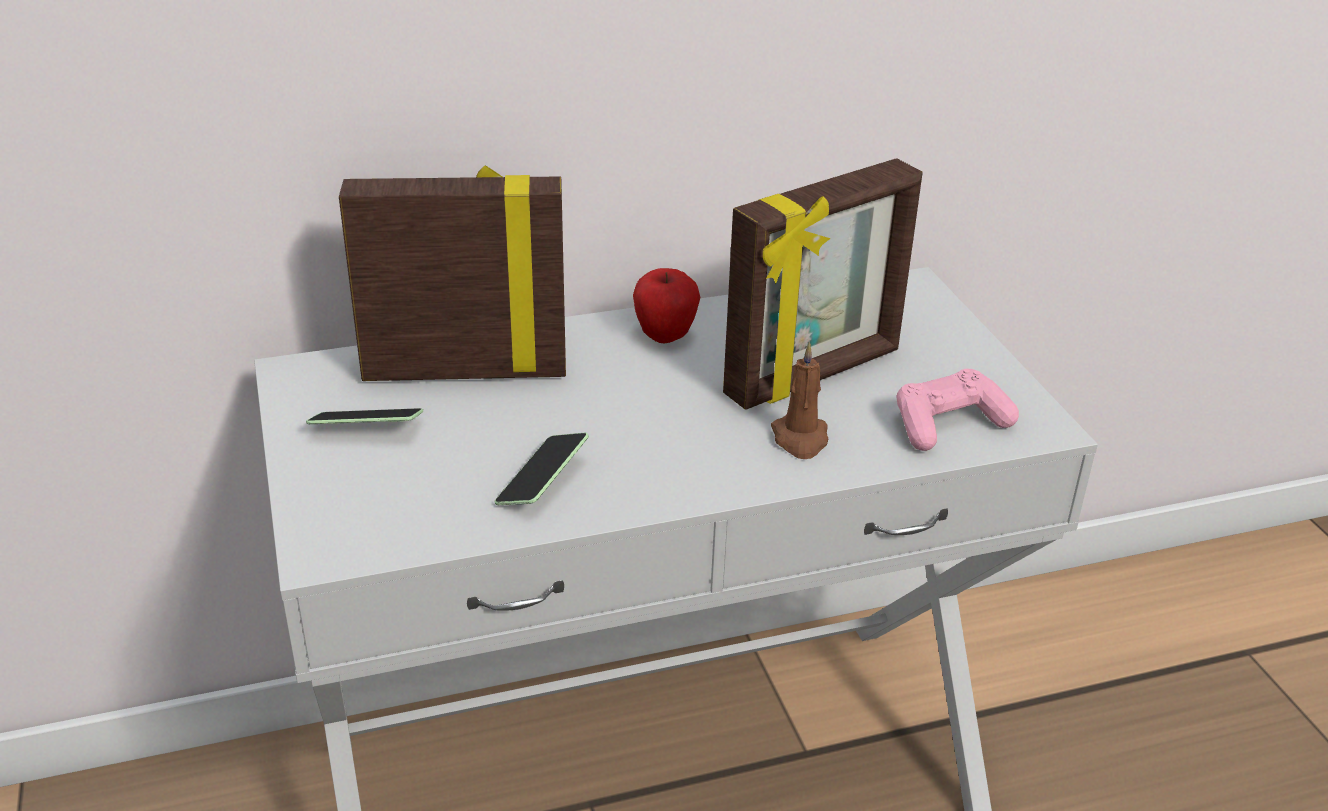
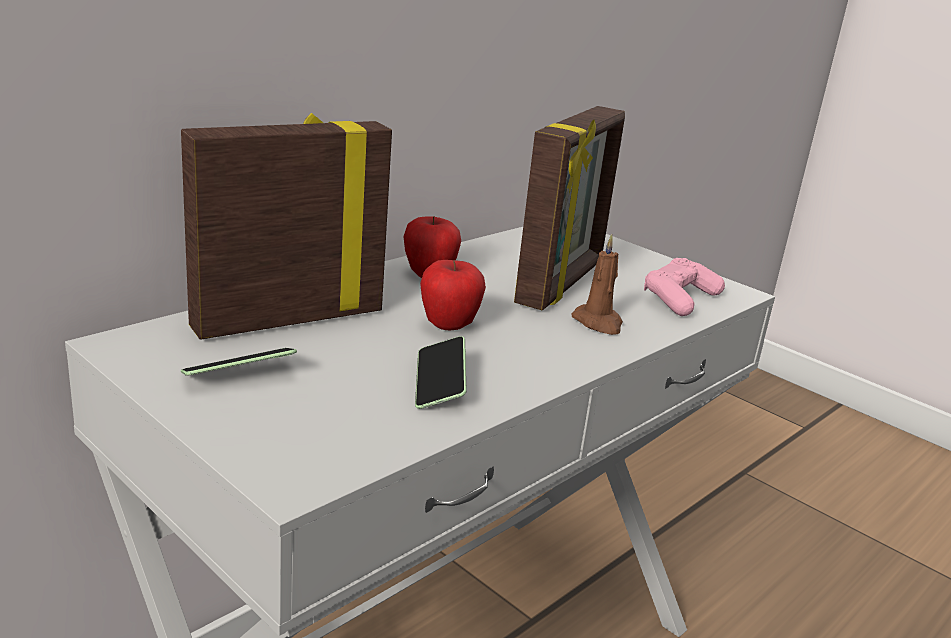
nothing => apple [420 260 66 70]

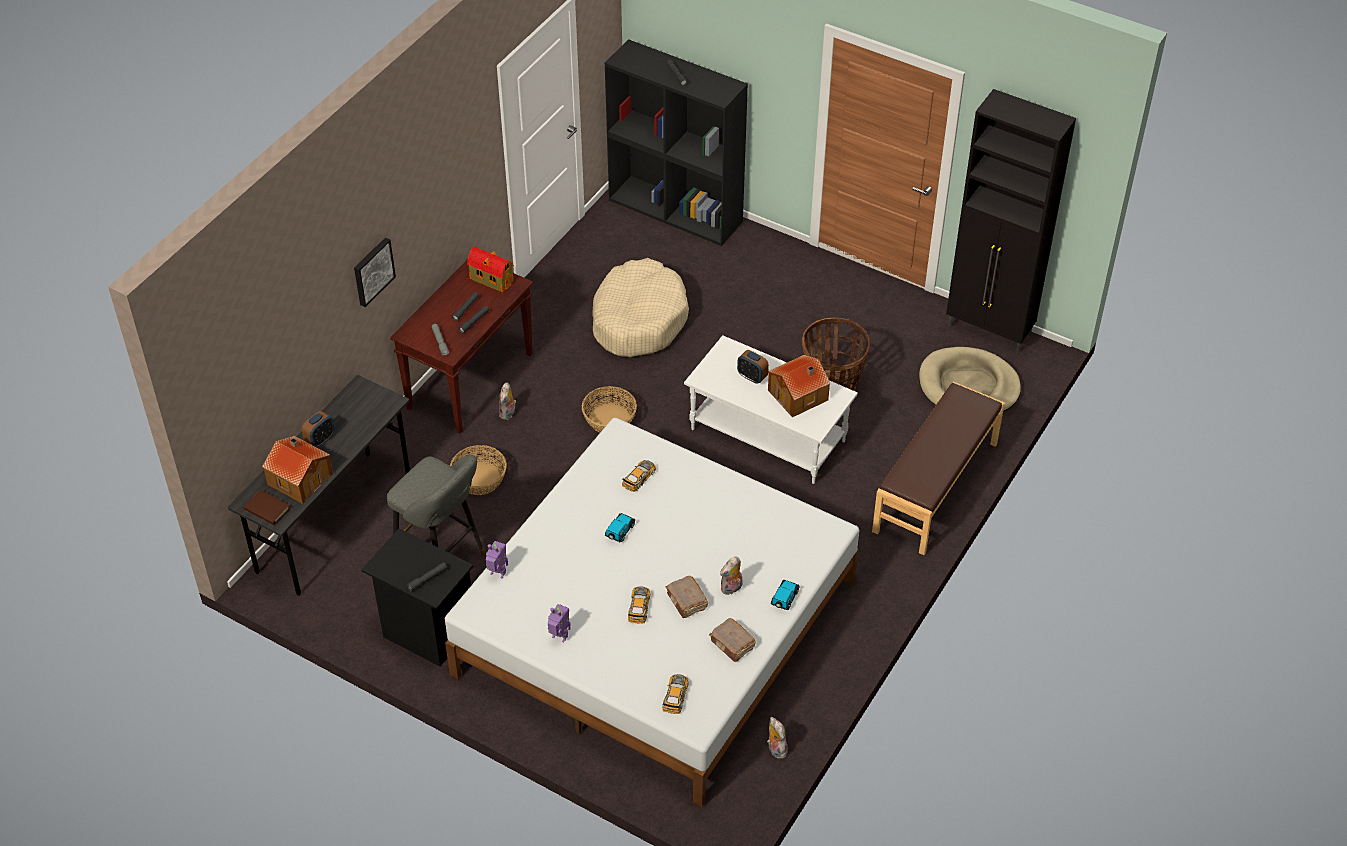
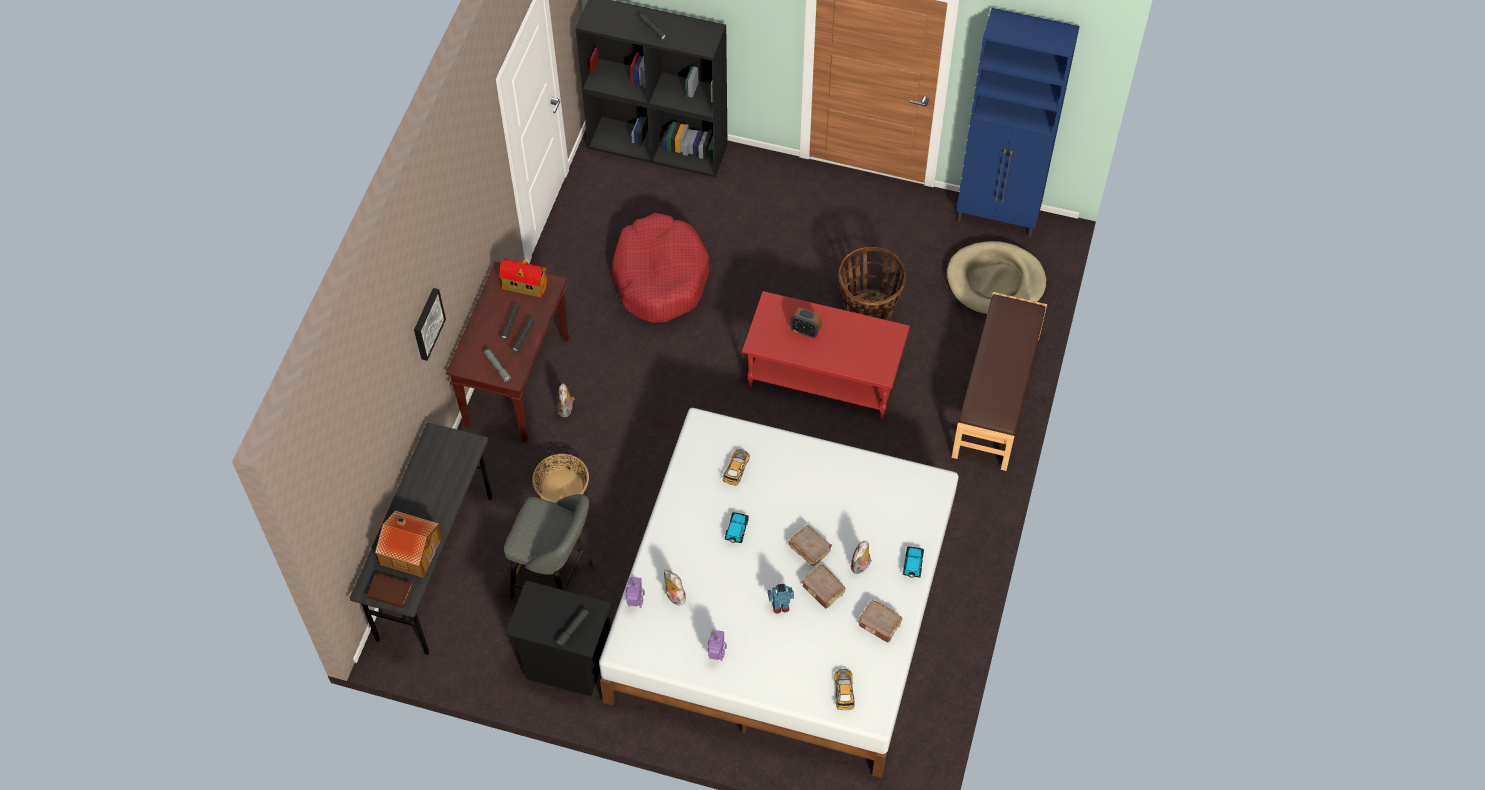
bedside clock [302 411 33 37] => nothing
household basket [582 386 55 46] => nothing
beige-coloured dog cushion [592 258 97 99] => red-coloured dog cushion [611 213 99 110]
model car [628 586 22 38] => toy robot [767 584 27 30]
white low table [684 335 174 149] => red-coloured low table [742 291 168 128]
plush toy [767 717 21 42] => plush toy [664 570 22 36], shifted
toy house [768 355 62 62] => nothing
blackish storage cabinet [946 89 130 266] => blue-coloured storage cabinet [956 8 124 229]
nothing => brown-coloured book [788 525 44 41]

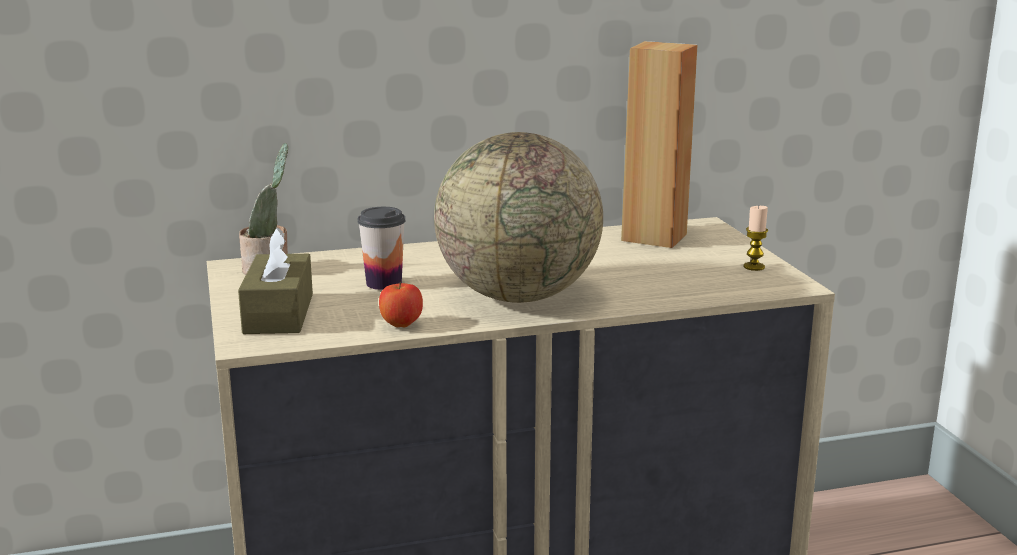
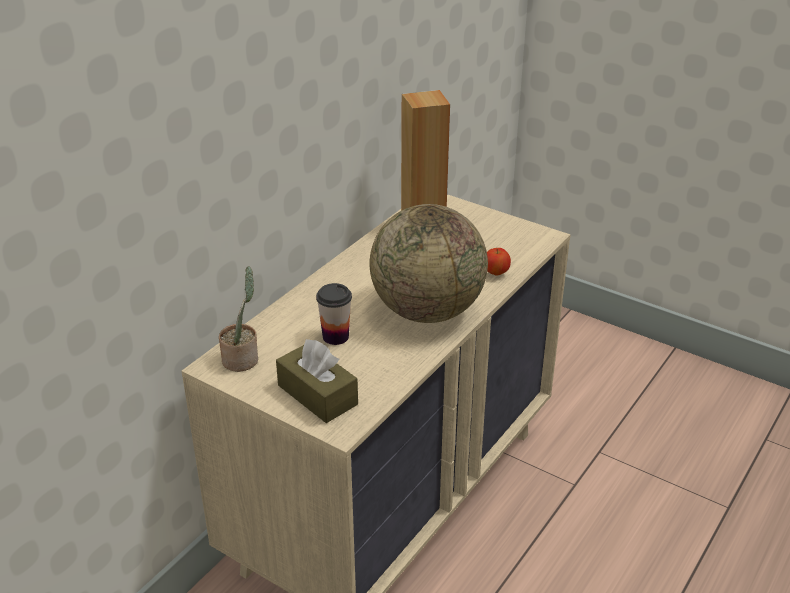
apple [379 281 44 46] => apple [487 248 24 28], shifted
wax light [744 206 24 65] => nothing

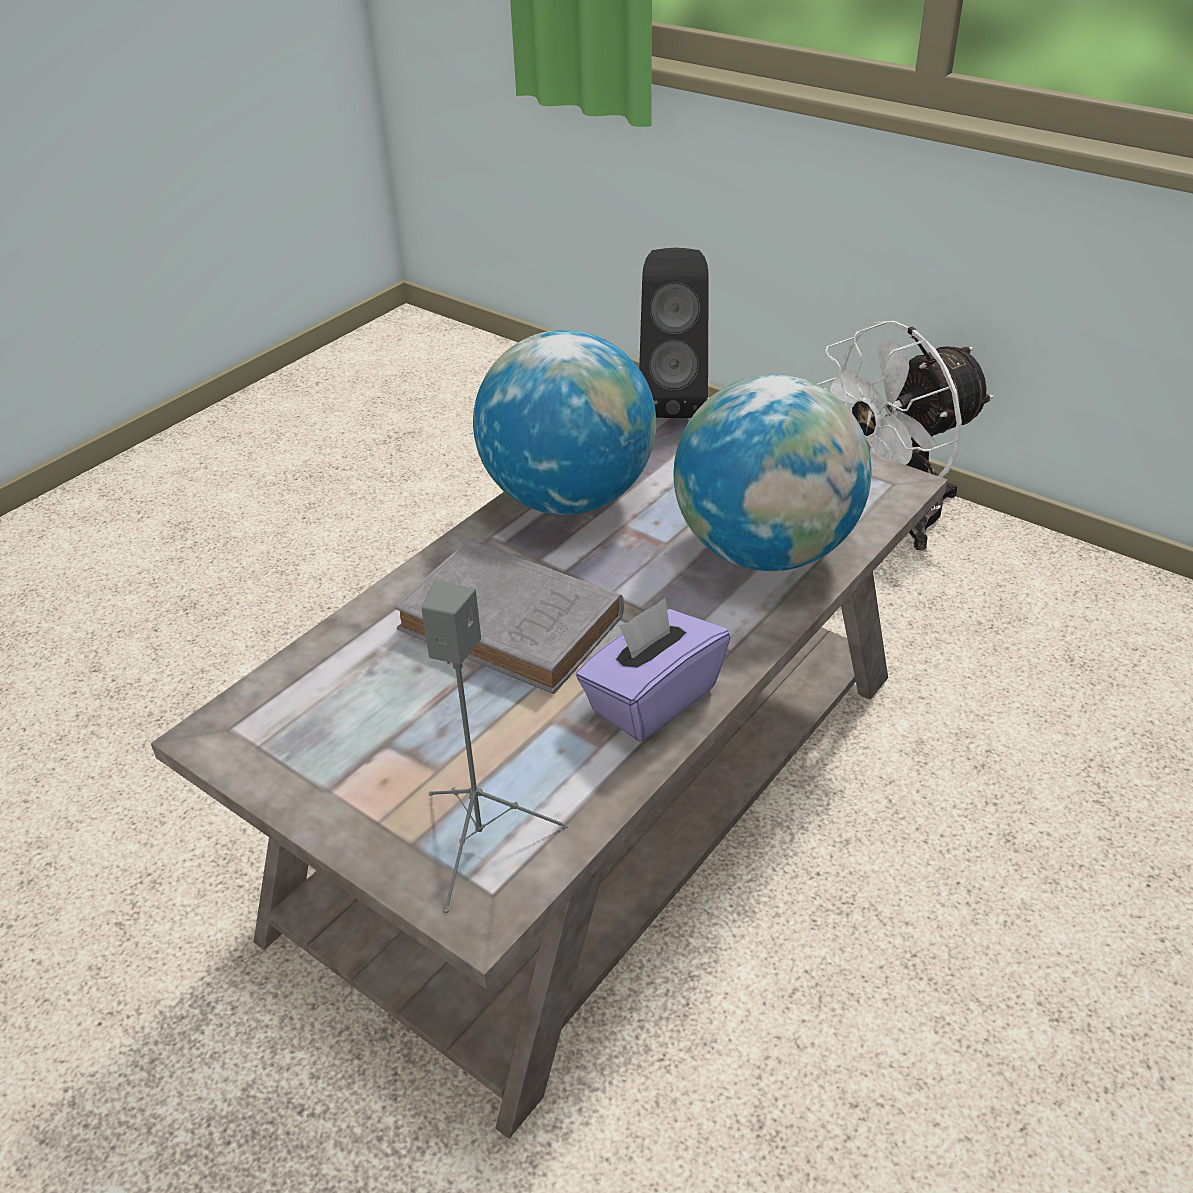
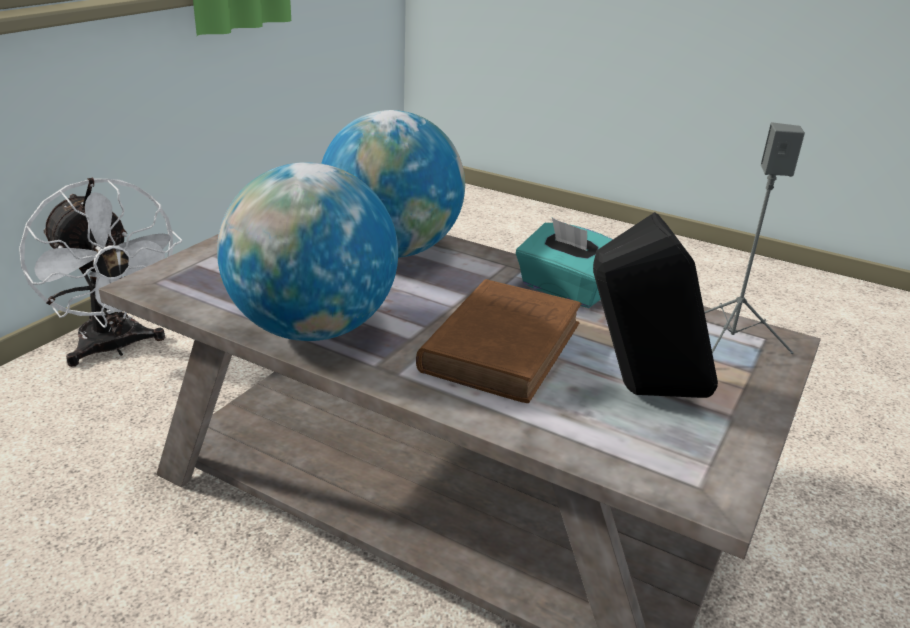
grey book [394 540 230 154] => brown-coloured book [416 279 166 124]
purple box of tissues [576 598 154 144] => blue-green box of tissues [516 218 97 90]
blackish speaker [639 248 70 170] => blackish speaker [593 212 125 186], shifted

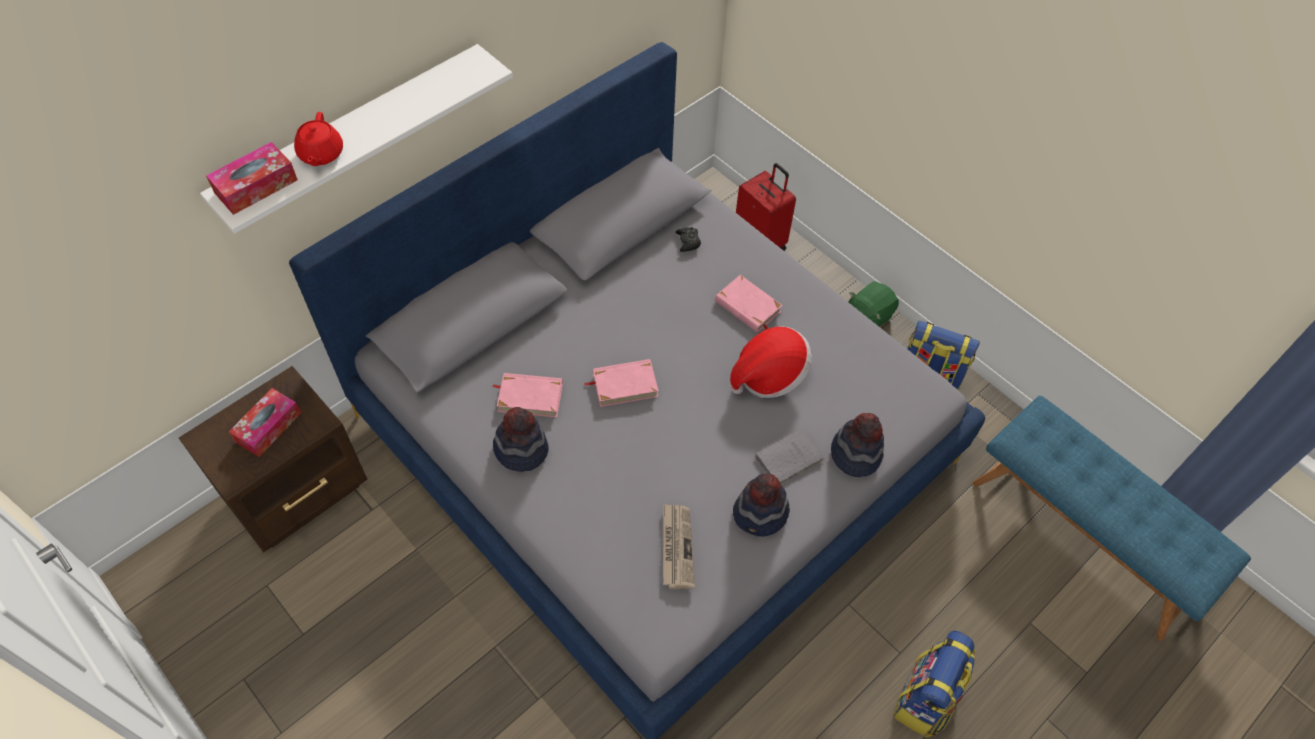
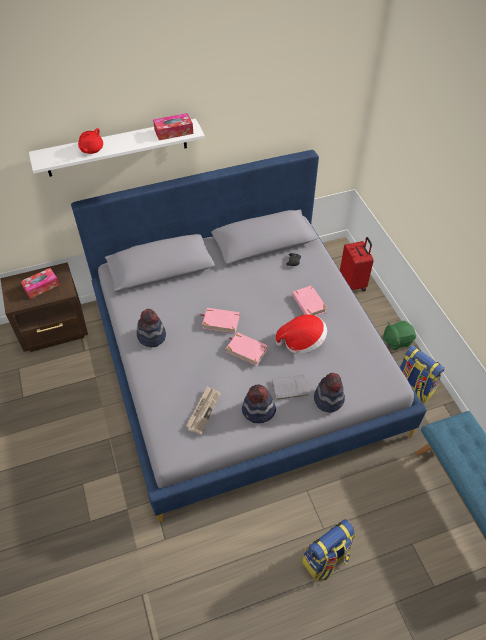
box of tissues [206 142 92 73] => box of tissues [153 113 40 27], shifted
pinkish book [492 373 71 44] => pinkish book [226 332 42 34], shifted

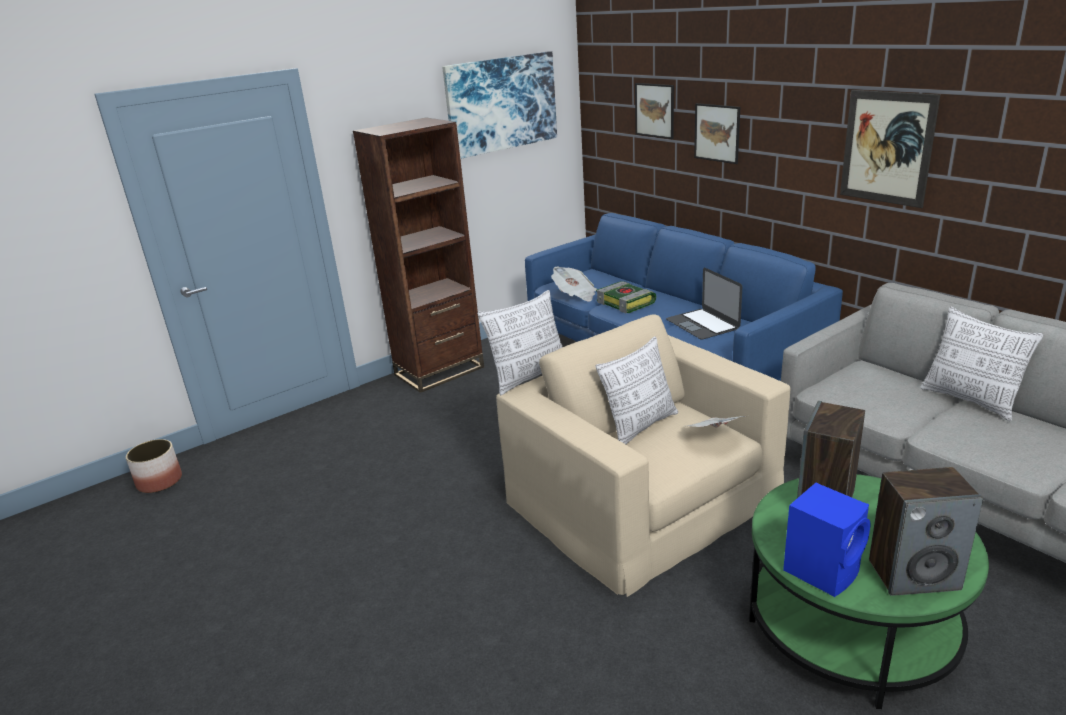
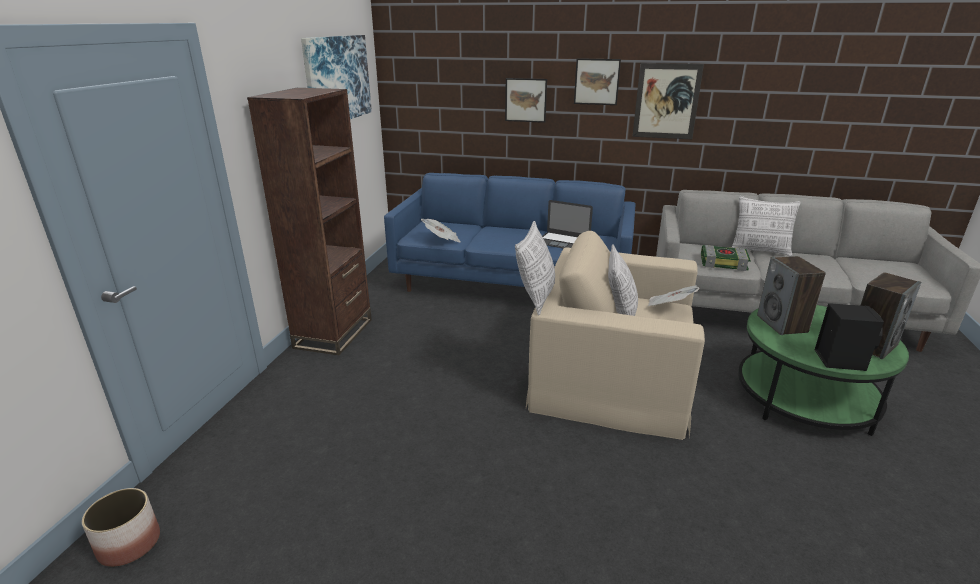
book [596 281 60 33] => book [701 245 50 26], shifted
picture [635 83 39 56] => picture [574 58 47 47], shifted
blue-coloured speaker [783 483 88 114] => blackish speaker [815 303 69 68]

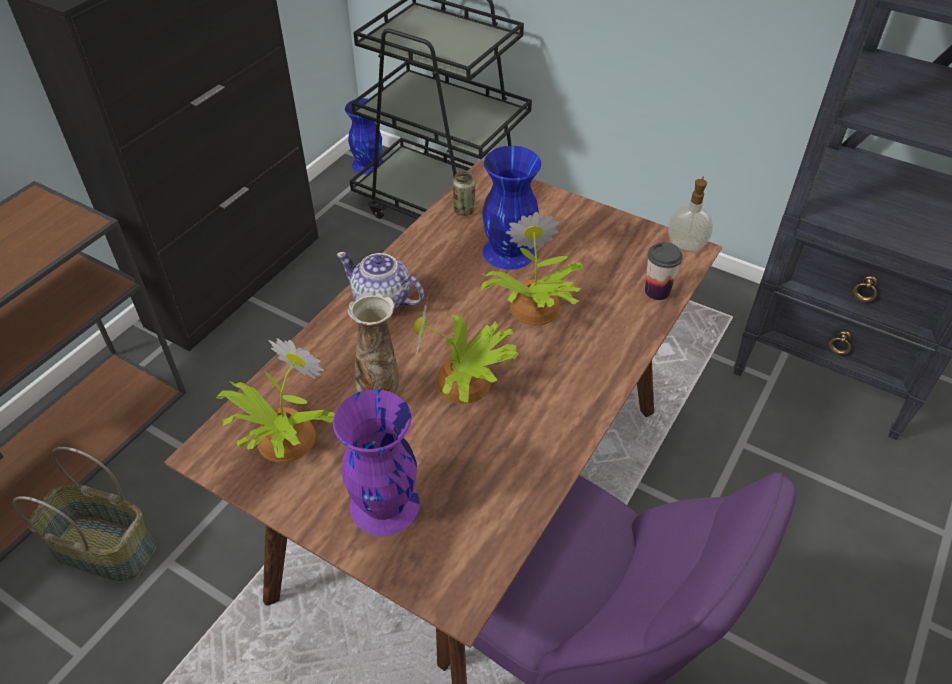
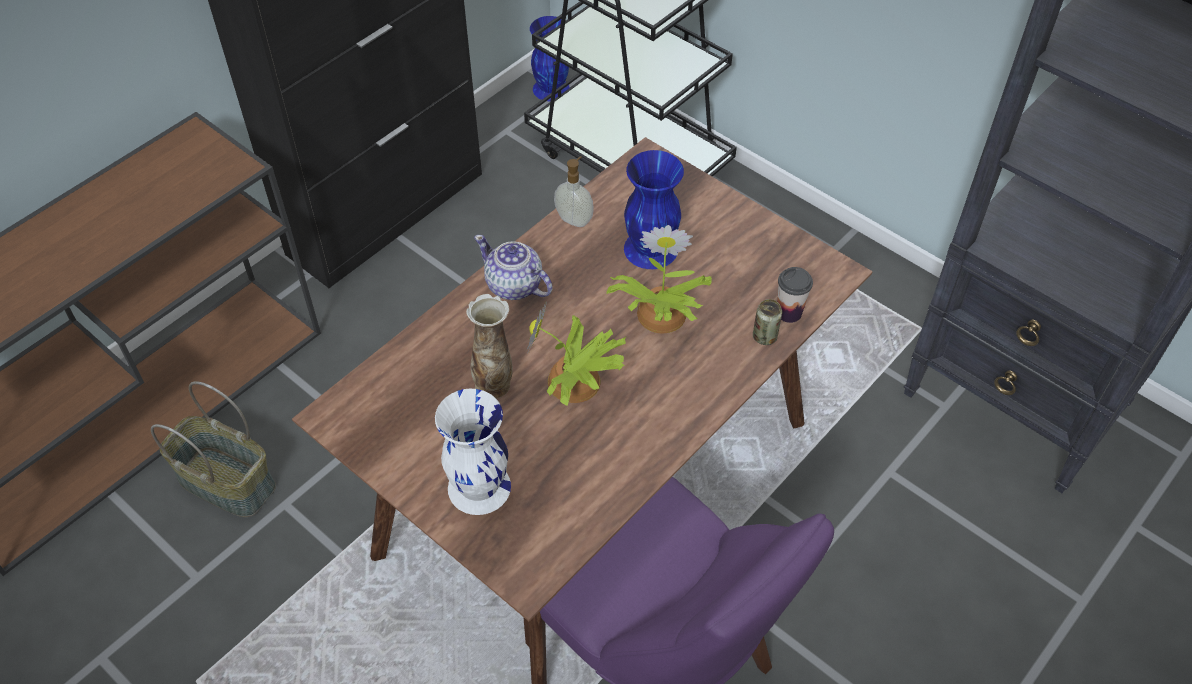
plant in a pot [216 338 119 125] => nothing
purple flower vase [333 389 87 147] => white flower vase [435 389 76 126]
can [453 171 22 45] => can [753 299 29 46], shifted
soap dispenser [668 177 45 74] => soap dispenser [554 156 40 71], shifted

